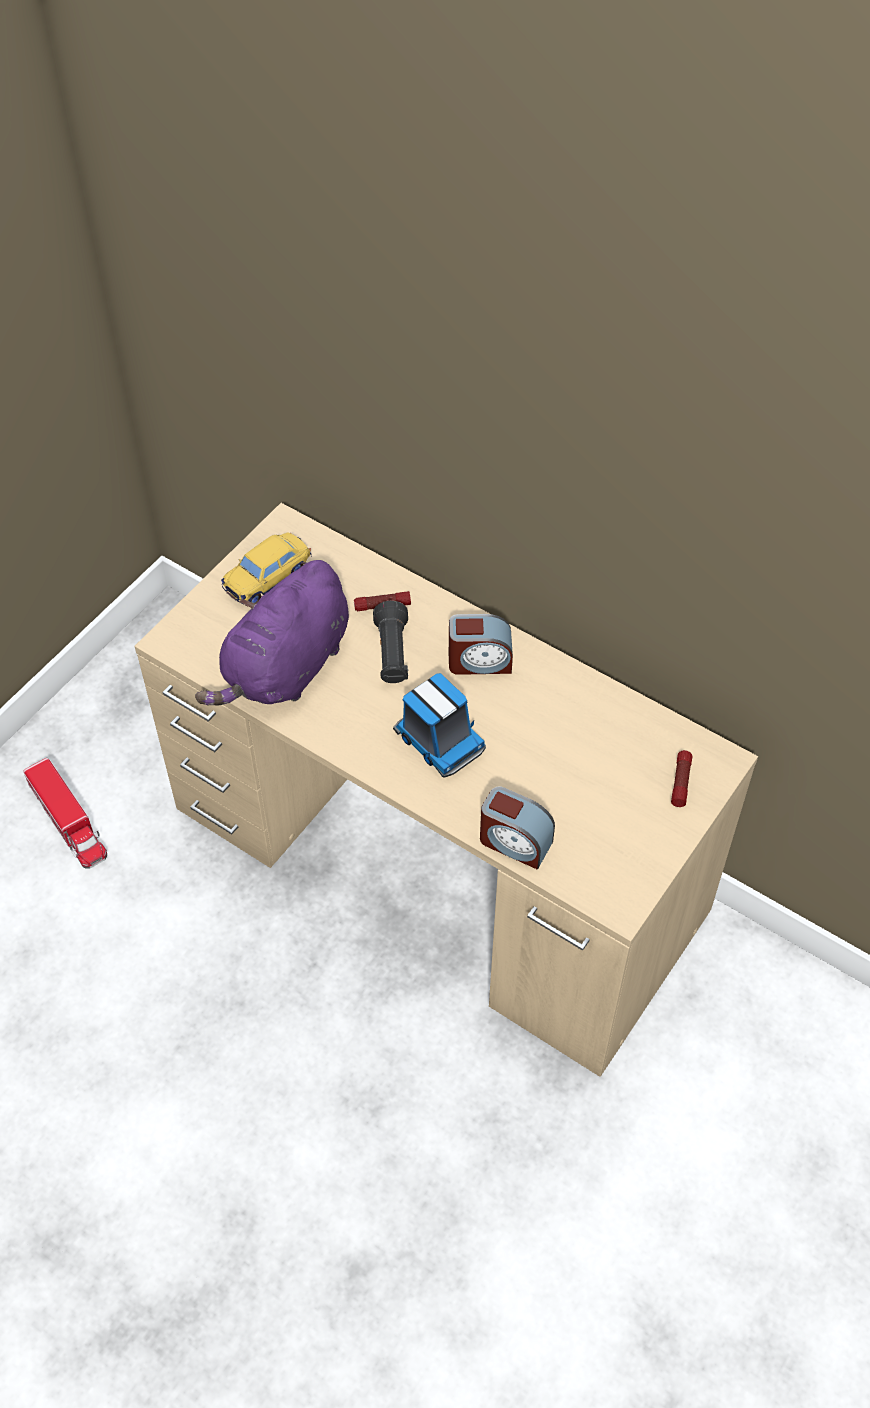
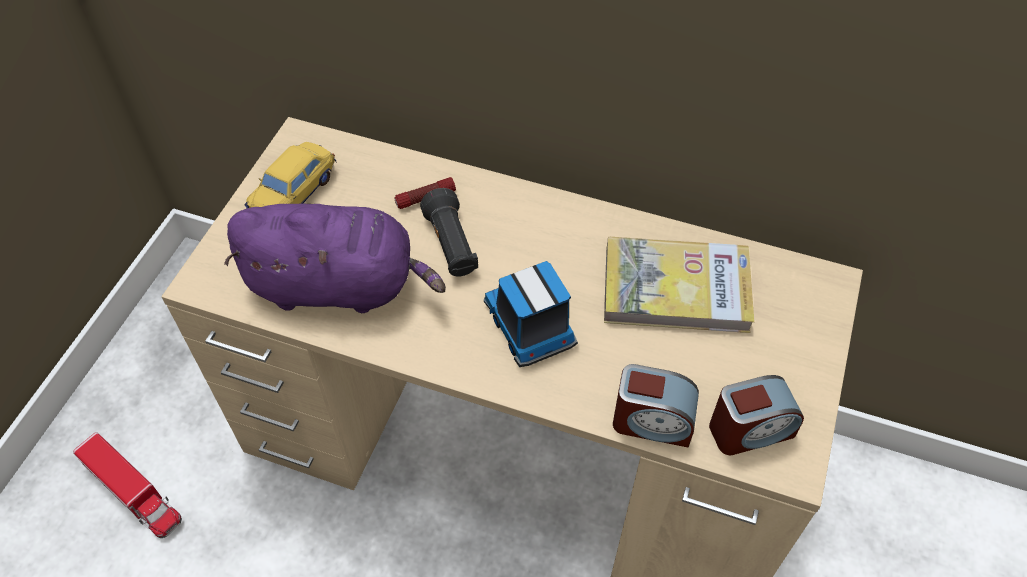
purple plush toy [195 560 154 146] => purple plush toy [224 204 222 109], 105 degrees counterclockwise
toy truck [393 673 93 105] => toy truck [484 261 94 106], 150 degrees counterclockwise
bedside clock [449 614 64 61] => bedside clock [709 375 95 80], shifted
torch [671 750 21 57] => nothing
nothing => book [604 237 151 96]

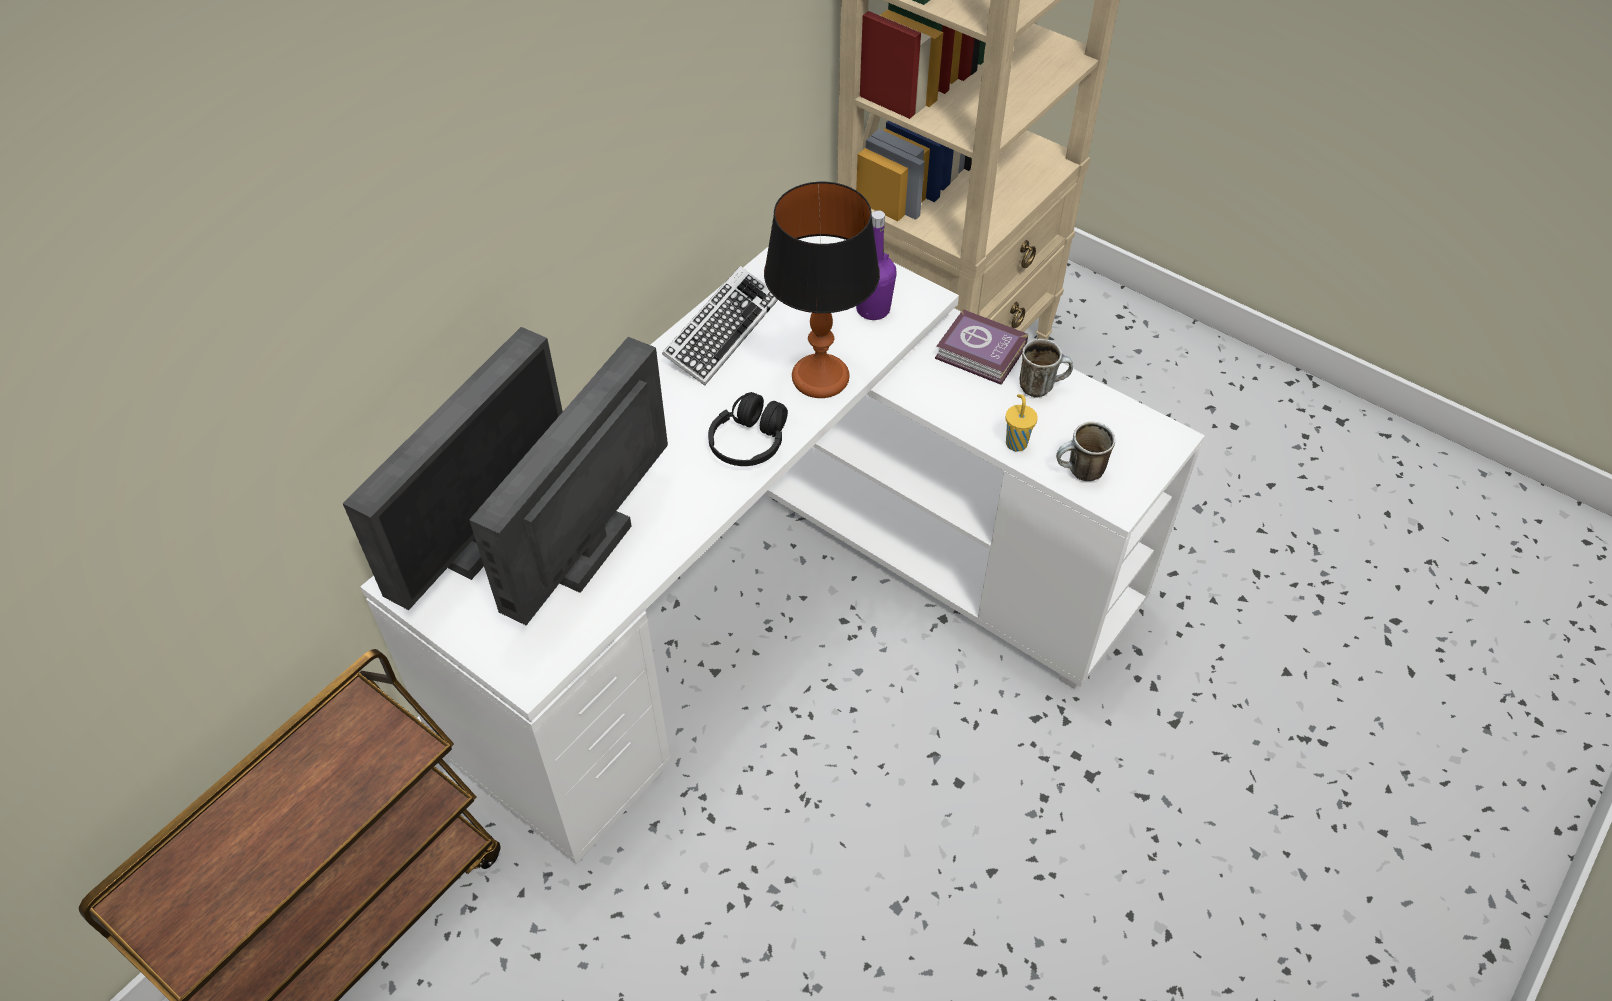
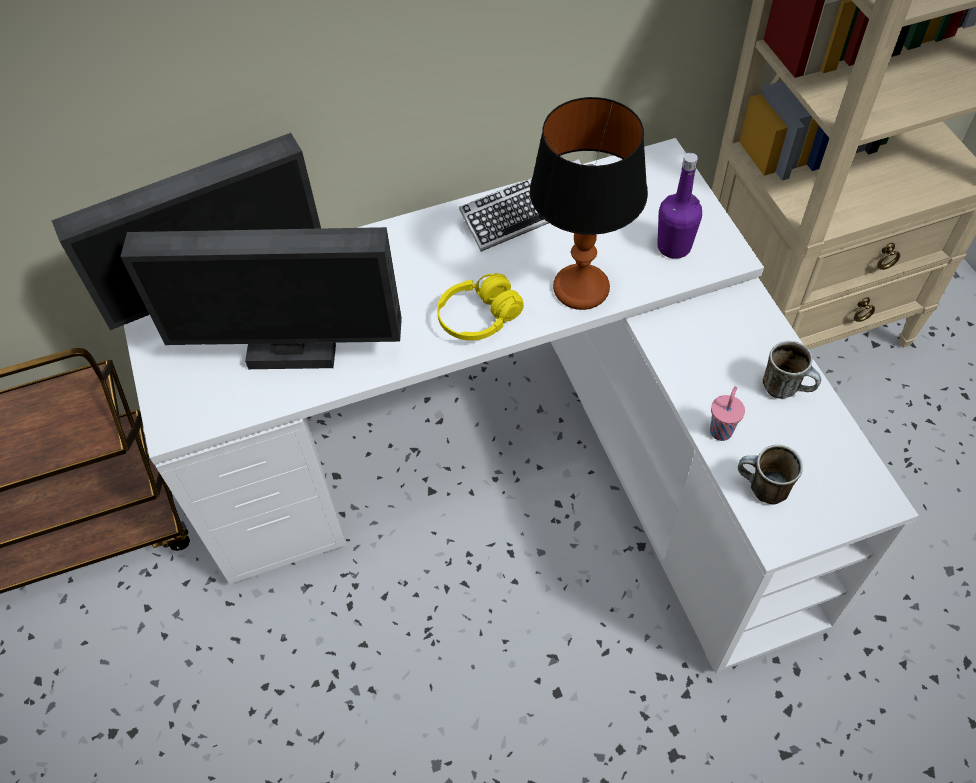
monitor [469 337 199 288] => monitor [120 227 282 142], 150 degrees counterclockwise
blackish headset [708 392 80 74] => yellowish headset [437 273 87 68]
book [935 309 93 76] => nothing
yellowish small cup [1005 394 33 58] => pinkish small cup [710 387 35 54]

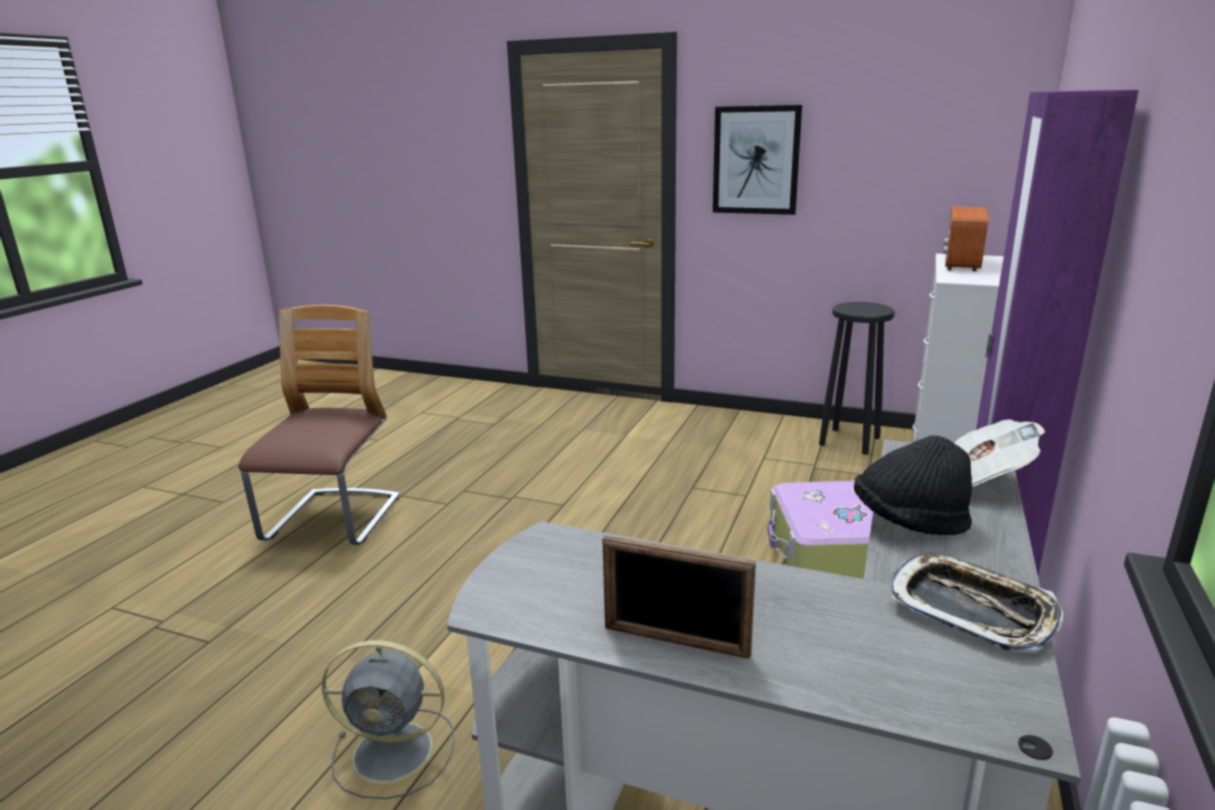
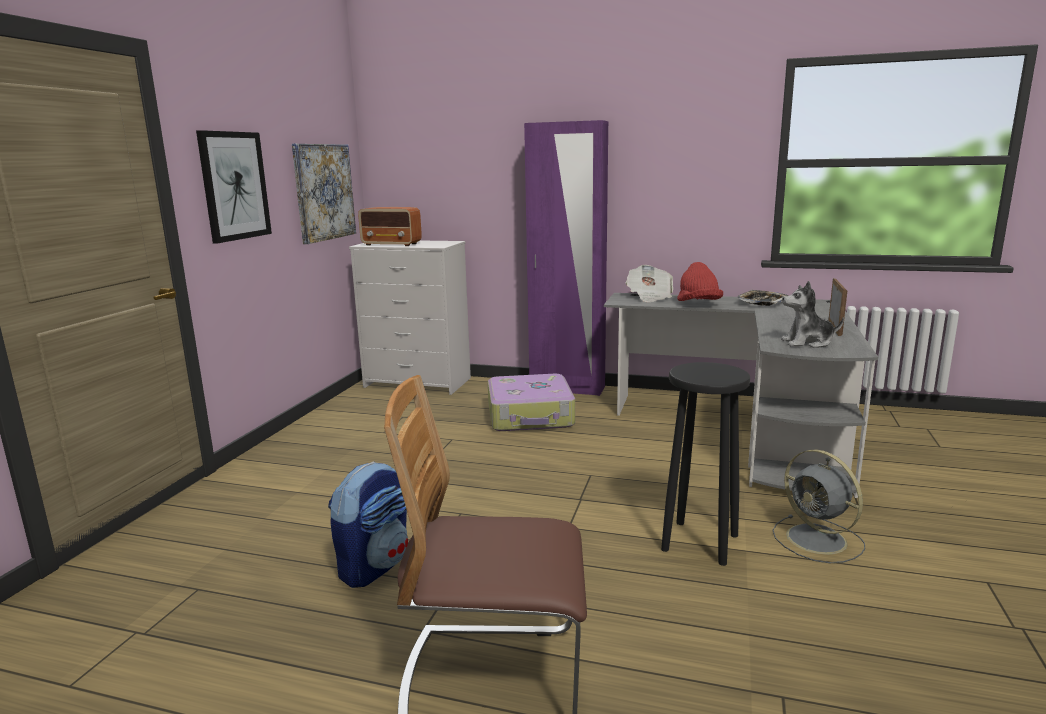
grey cooling fan [322 640 133 159] => grey cooling fan [772 450 93 113], 150 degrees clockwise
blackish stool [819 302 76 153] => blackish stool [661 362 89 204], shifted
blackish hat [854 435 118 100] => red-coloured hat [677 262 46 39]
nothing => picture [292 144 64 100]
nothing => backpack [328 461 80 127]
nothing => plush toy [781 281 63 67]

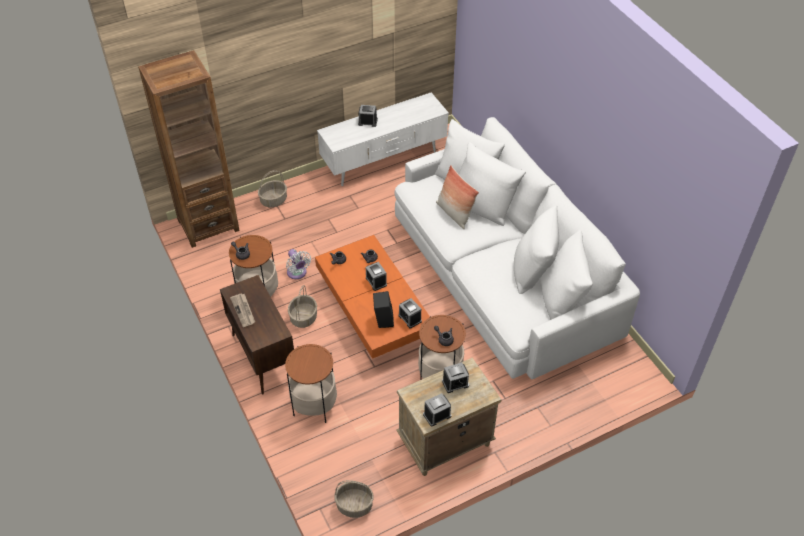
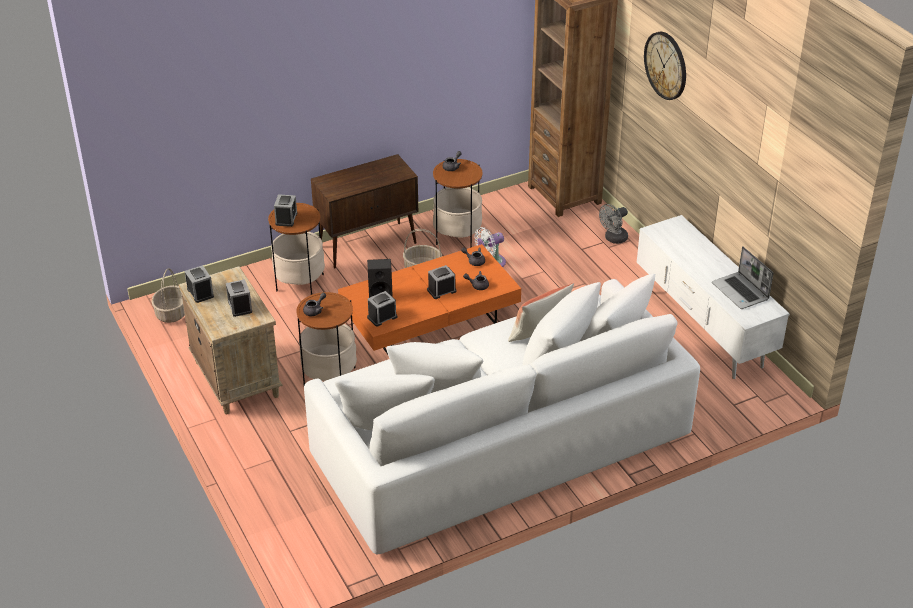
printed paper [230 293 25 34] => nothing
household basket [258 170 29 37] => grey cooling fan [599 204 29 40]
bedside clock [358 105 20 22] => bedside clock [274 194 23 33], shifted
nothing => hanging clock [644 32 42 68]
nothing => notebook computer [712 247 61 62]

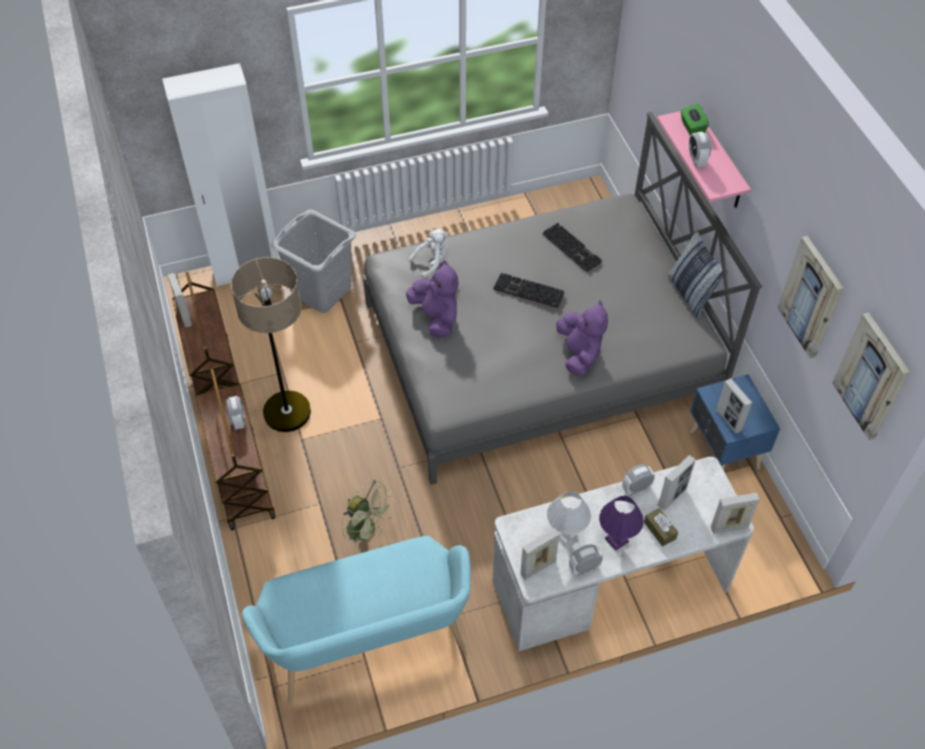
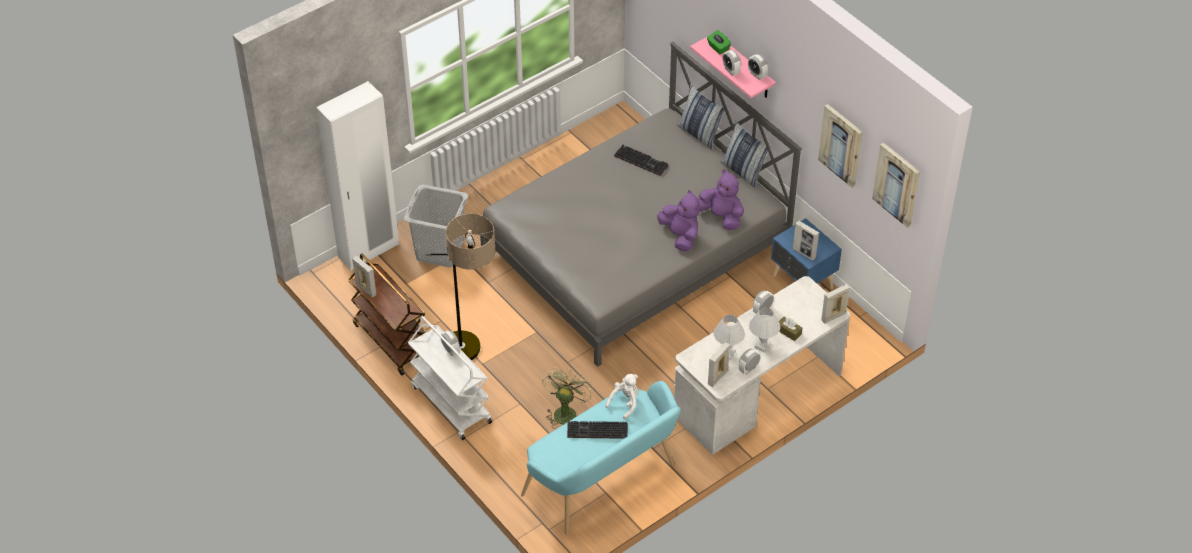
brown-coloured wheeled cart [195 369 80 161] => white wheeled cart [408 316 84 124]
greenish cooling fan [341 480 54 72] => greenish cooling fan [542 368 51 61], 90 degrees counterclockwise
purple plush toy [406 260 53 78] => purple plush toy [698 170 46 60], shifted
white plush toy [408 229 40 50] => white plush toy [605 374 33 46], shifted
keyboard [493 273 71 35] => keyboard [567 421 61 18], shifted
purple tabletop lamp [599 496 45 55] => white tabletop lamp [749 308 31 45]
photo frame [658 455 37 55] => nothing
nothing => cushion [677 84 47 66]
nothing => bedside clock [748 54 20 26]

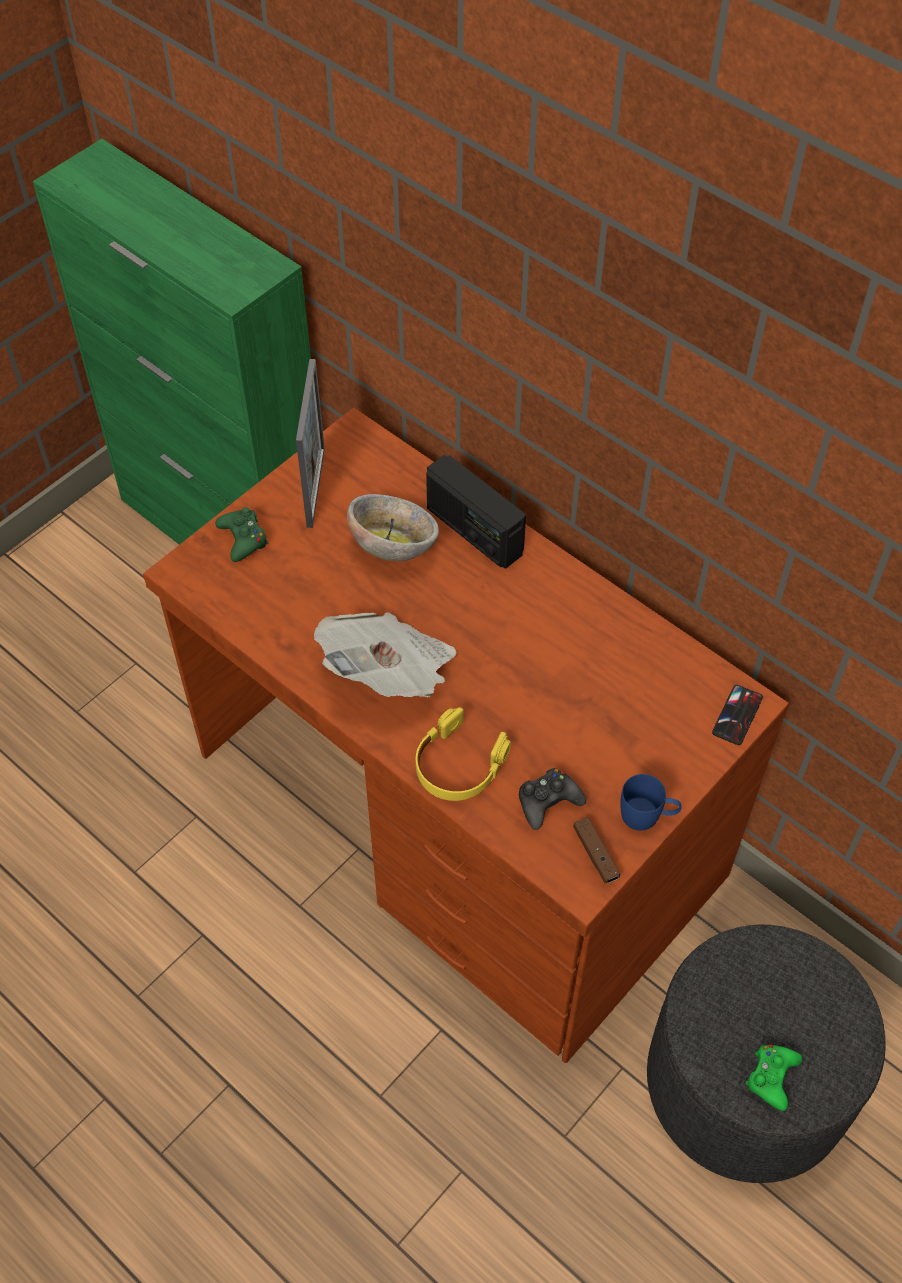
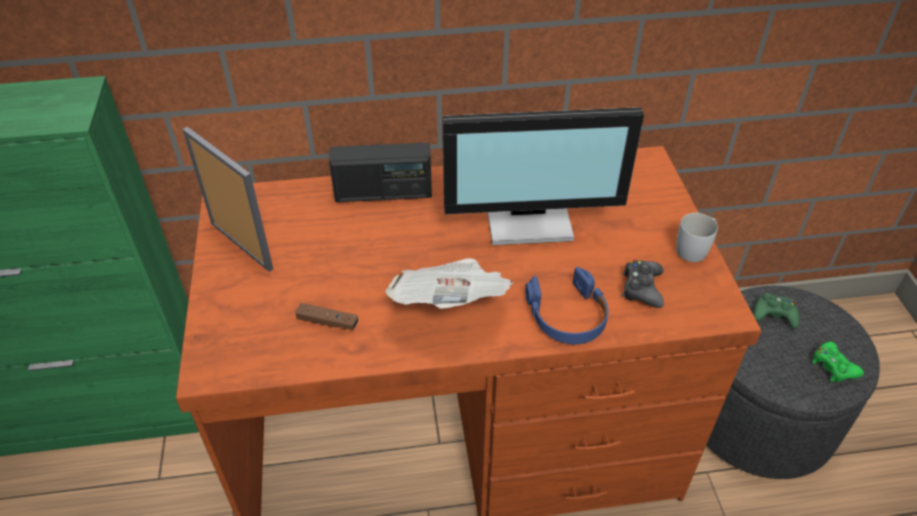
greenish gamepad [215 507 53 55] => greenish gamepad [753 293 46 36], shifted
serving bowl [347 494 92 67] => nothing
yellowish headset [416 707 95 94] => blue-coloured headset [525 267 84 77]
brown-coloured gamepad [574 817 46 66] => brown-coloured gamepad [295 303 63 27], shifted
blue-coloured tea mug [620 774 62 57] => white tea mug [676 213 42 49]
telephone [712 685 51 60] => nothing
nothing => monitor [442 107 202 138]

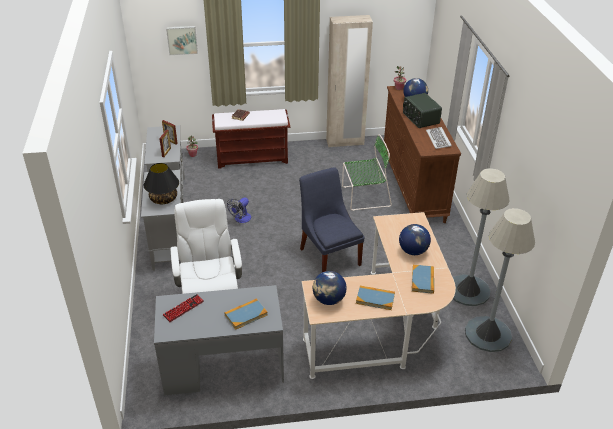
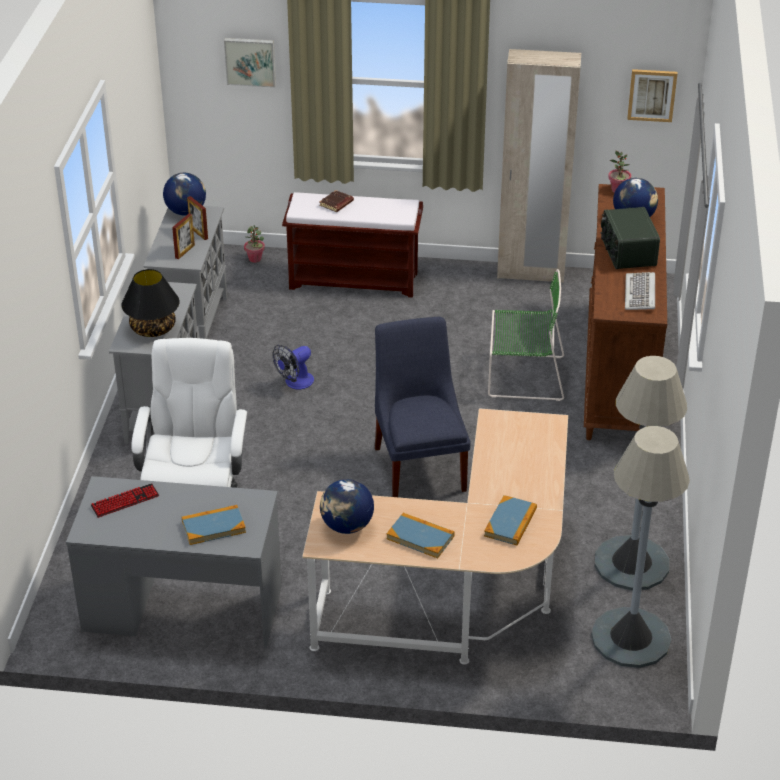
world globe [399 224 32 31] => world globe [163 173 43 42], shifted
nothing => picture [627 69 50 53]

